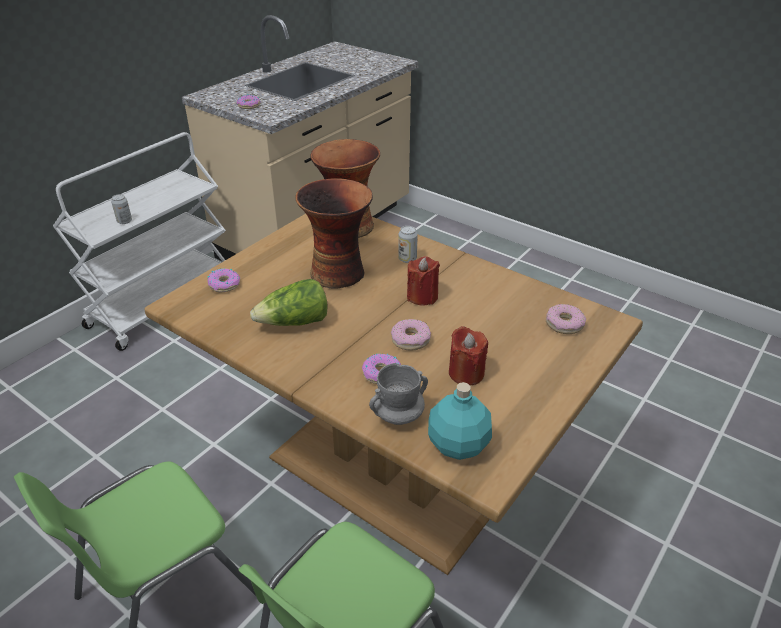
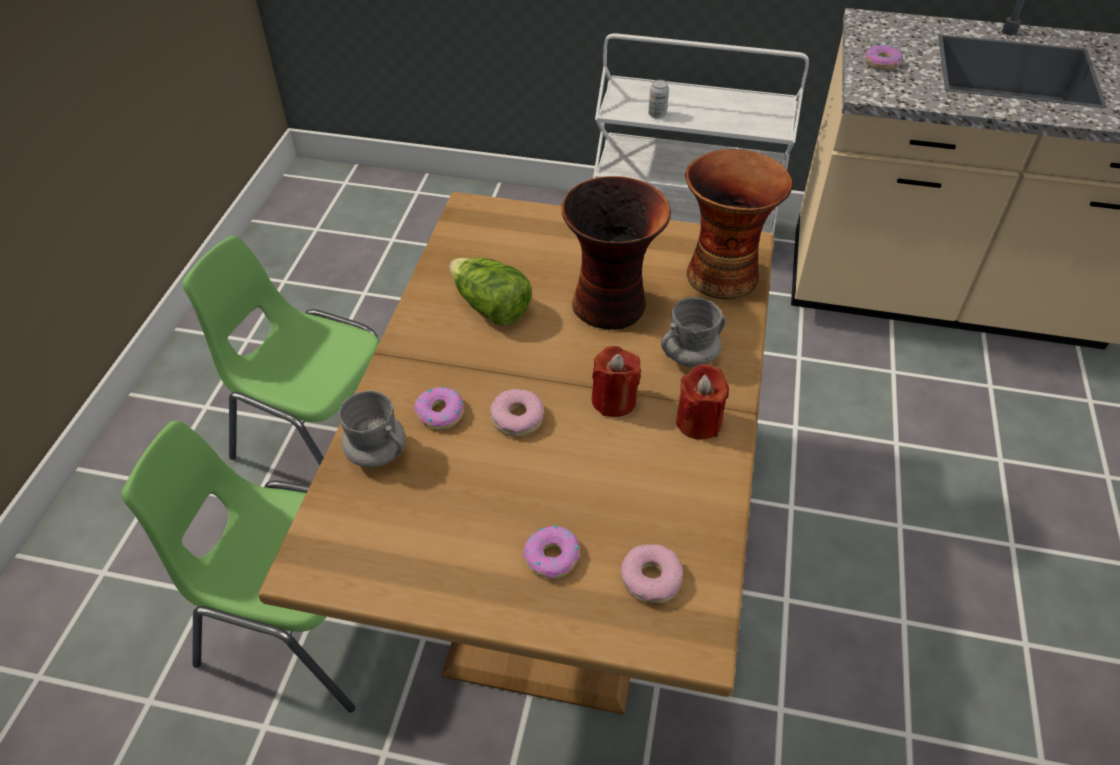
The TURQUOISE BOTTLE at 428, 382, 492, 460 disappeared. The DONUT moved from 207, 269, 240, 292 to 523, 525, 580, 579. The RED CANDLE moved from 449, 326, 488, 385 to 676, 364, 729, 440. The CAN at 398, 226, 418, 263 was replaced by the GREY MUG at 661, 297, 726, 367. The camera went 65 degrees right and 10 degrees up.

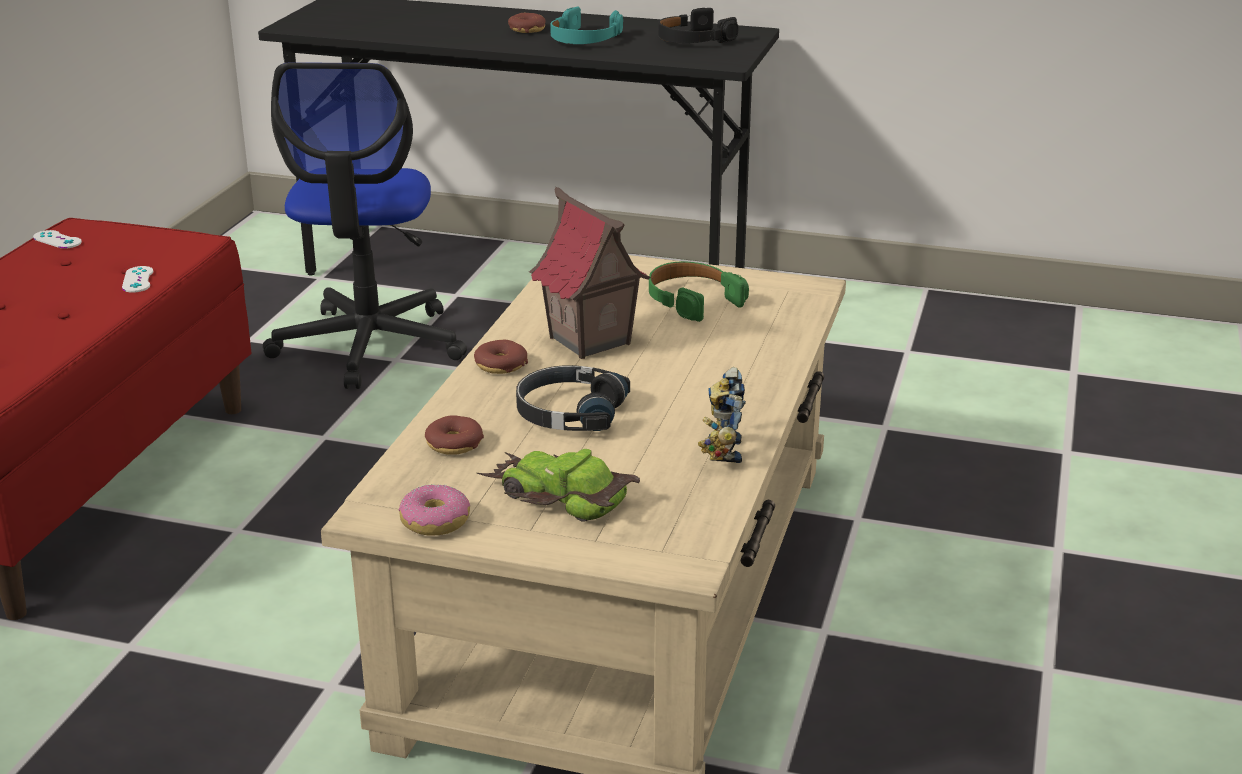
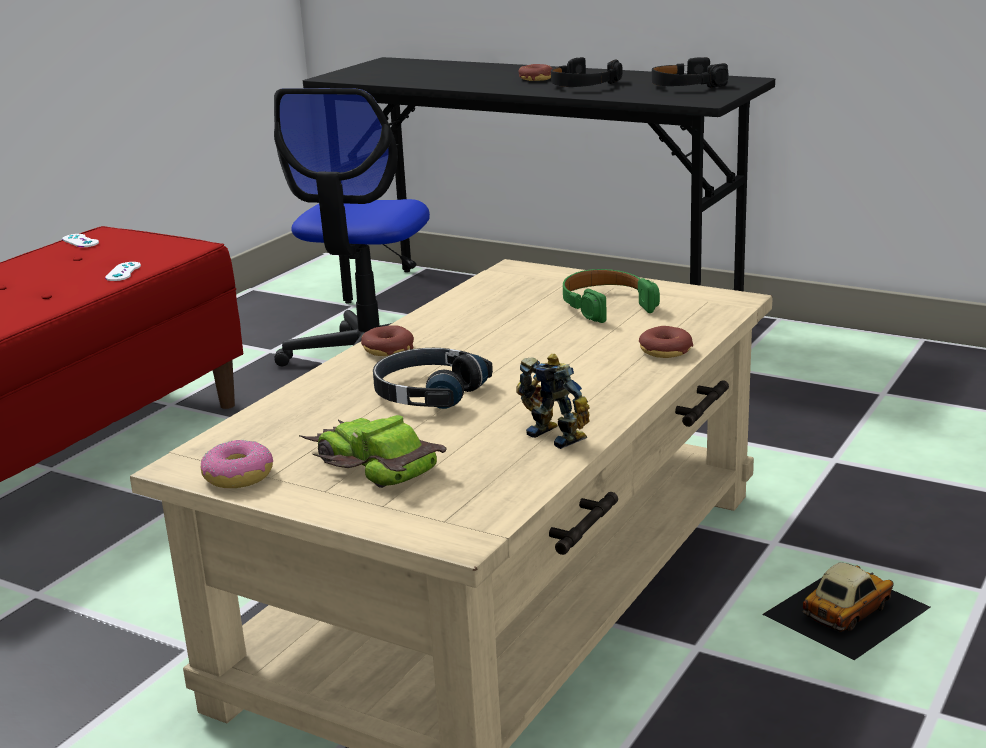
The TOY HOUSE at 529, 187, 650, 359 disappeared. The TOY CAR at 762, 562, 931, 660 appeared. The DONUT moved from 425, 415, 484, 455 to 639, 326, 693, 358. The TURQUOISE HEADPHONES at 550, 7, 623, 44 became the BLACK HEADPHONES at 551, 57, 622, 87. The TOY ROBOT at 698, 367, 746, 463 turned 120 degrees clockwise. The camera went 15 degrees right and 5 degrees down.

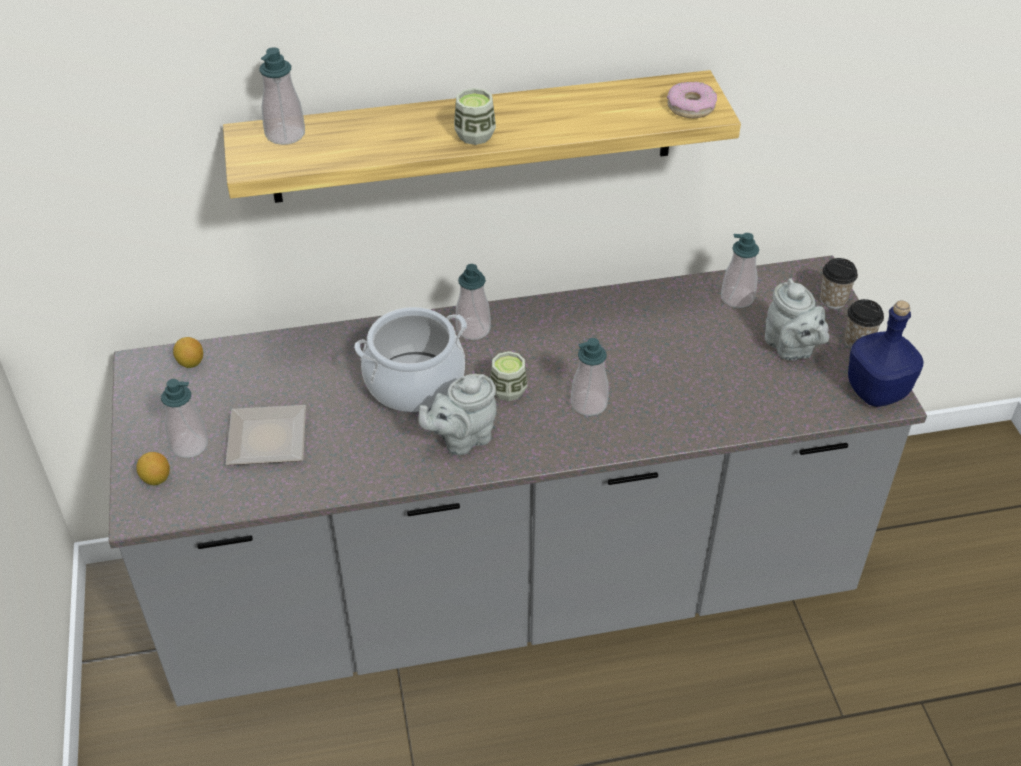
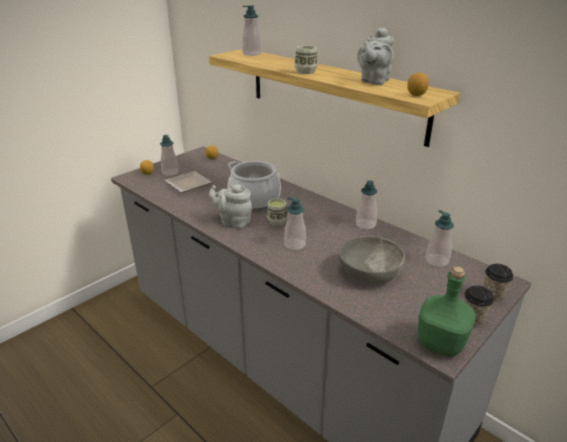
The GREY BOWL at 339, 236, 405, 284 appeared. The SOAP DISPENSER moved from 456, 264, 491, 340 to 356, 180, 377, 230. The GREY TEAPOT moved from 765, 278, 830, 361 to 357, 27, 394, 85. The DONUT at 667, 82, 717, 118 was replaced by the LEMON at 407, 73, 429, 96. The BLUE BOTTLE at 848, 301, 923, 407 became the GREEN BOTTLE at 418, 266, 476, 357. The camera went 55 degrees right and 15 degrees down.

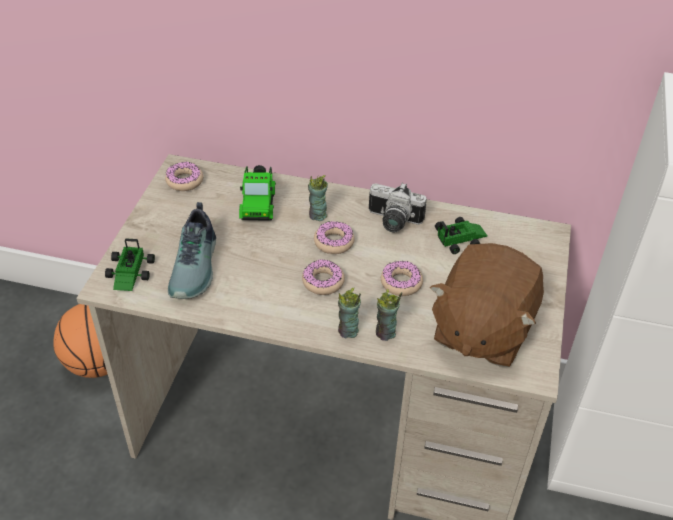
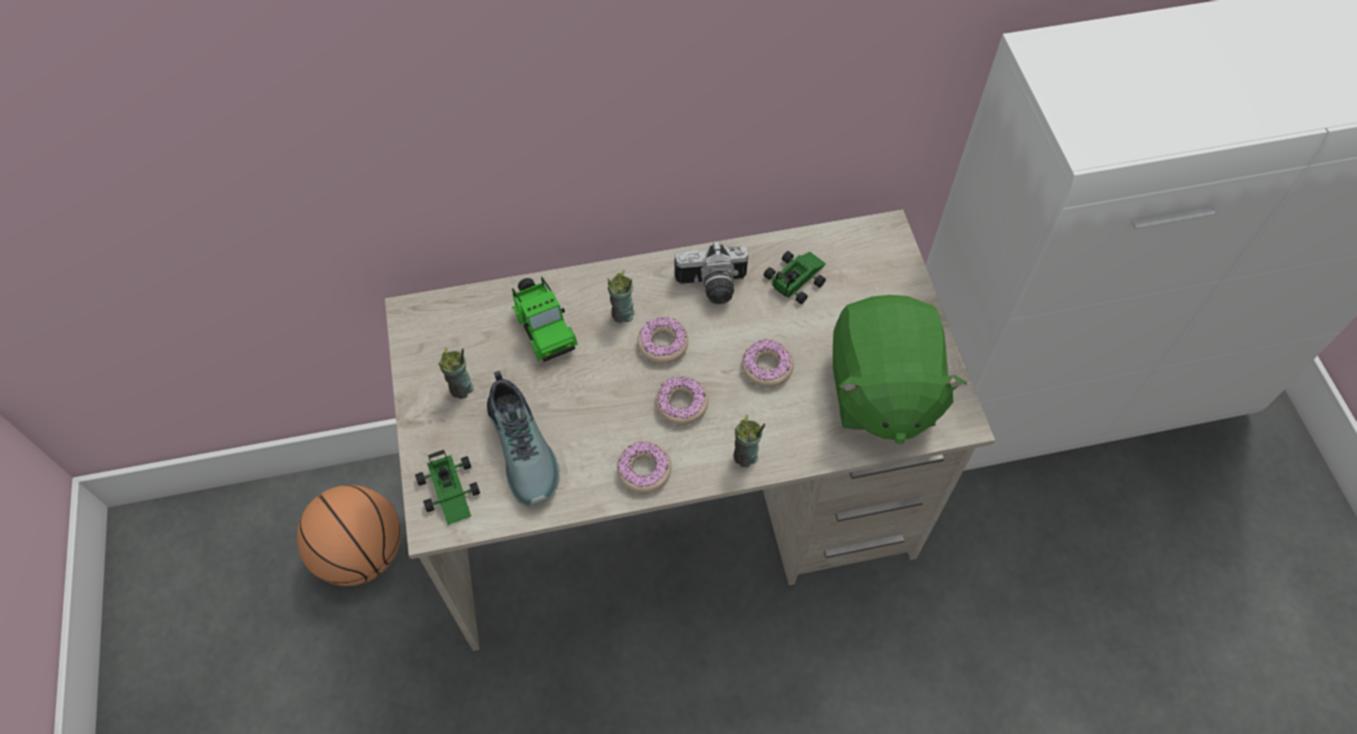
The DONUT moved from 165, 162, 203, 191 to 617, 441, 672, 493. The CUP moved from 376, 289, 402, 341 to 438, 347, 474, 399. The BROWN PLUSH TOY at 430, 243, 544, 367 became the GREEN PLUSH TOY at 833, 295, 967, 445. The camera went 25 degrees left and 15 degrees up.

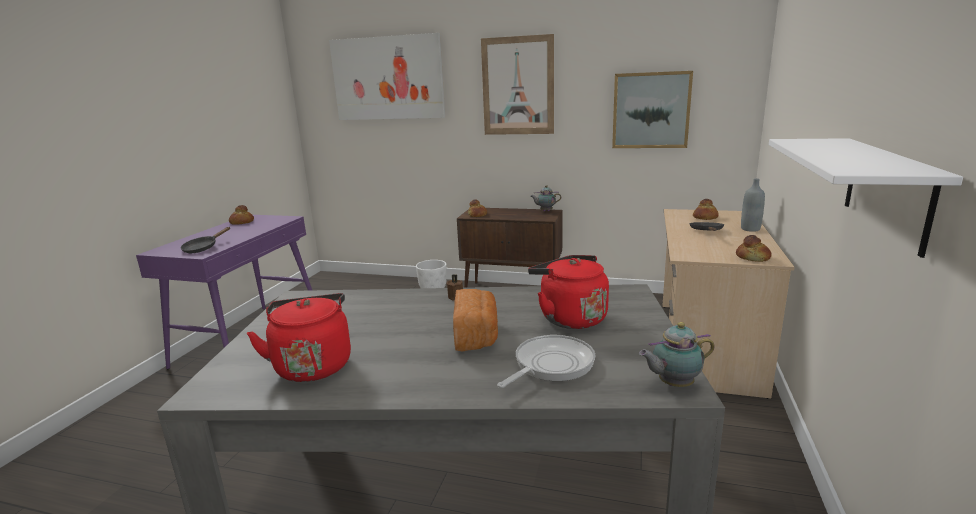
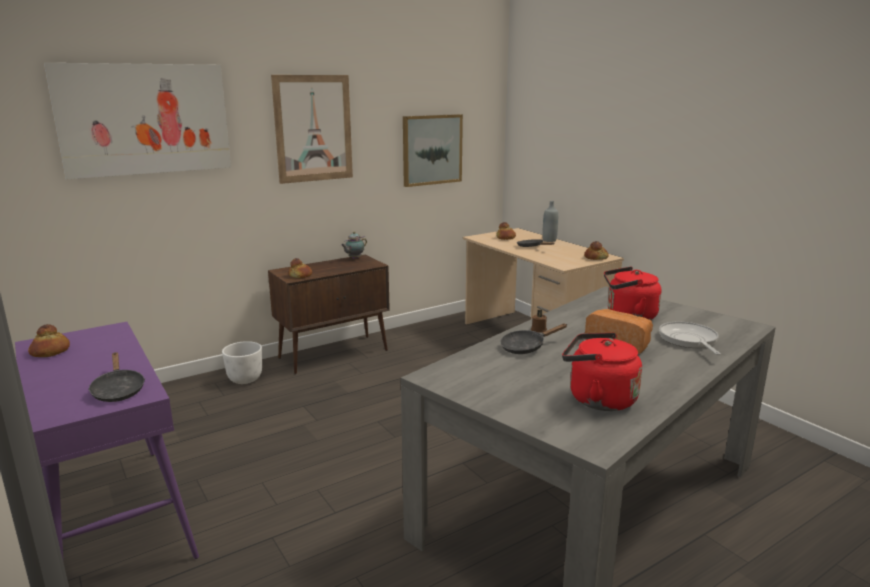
The TEAPOT at 639, 322, 715, 387 disappeared. The WHITE SHELF at 769, 138, 963, 258 disappeared. The BLACK FRYING PAN at 500, 324, 567, 354 appeared. The camera went 50 degrees left and 0 degrees up.

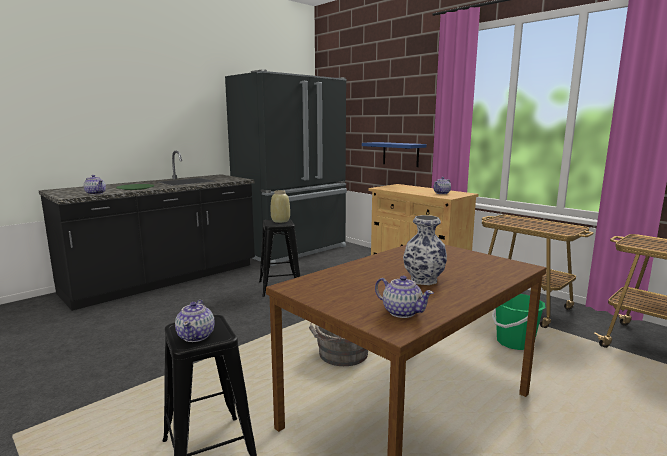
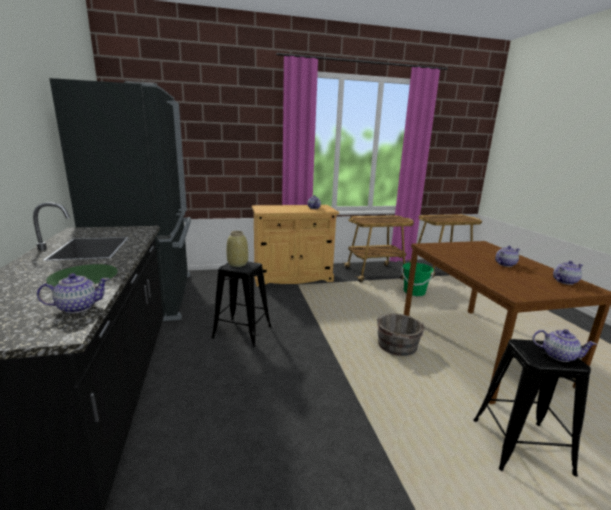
The BLUE SHELF at 362, 142, 427, 167 disappeared. The VASE at 403, 215, 447, 285 was replaced by the TEAPOT at 495, 246, 520, 267. The camera went 60 degrees left and 5 degrees up.

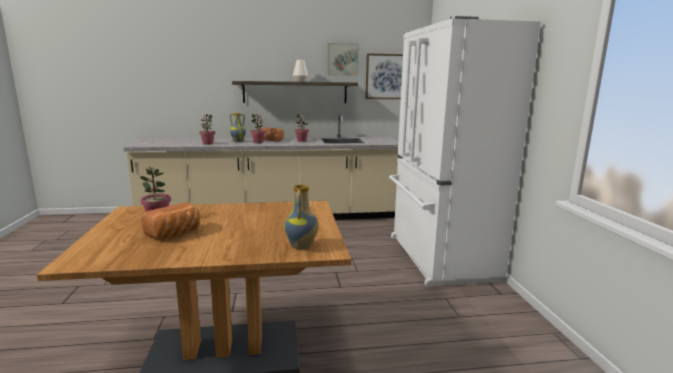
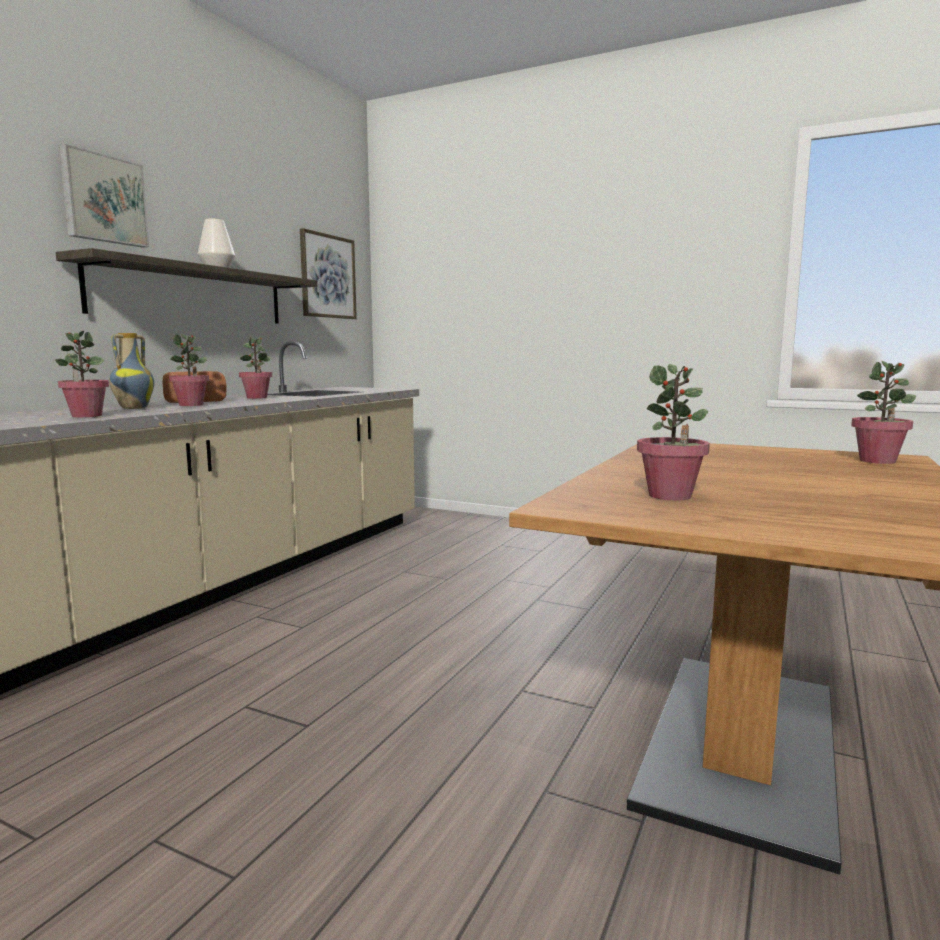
The BREAD at 142, 202, 200, 239 disappeared. The WHITE FRIDGE at 389, 16, 541, 287 disappeared. The PICTURE moved from 327, 43, 359, 76 to 59, 144, 149, 248. The VASE at 284, 184, 319, 249 was replaced by the POTTED PLANT at 851, 361, 916, 464. The camera went 55 degrees left and 5 degrees down.

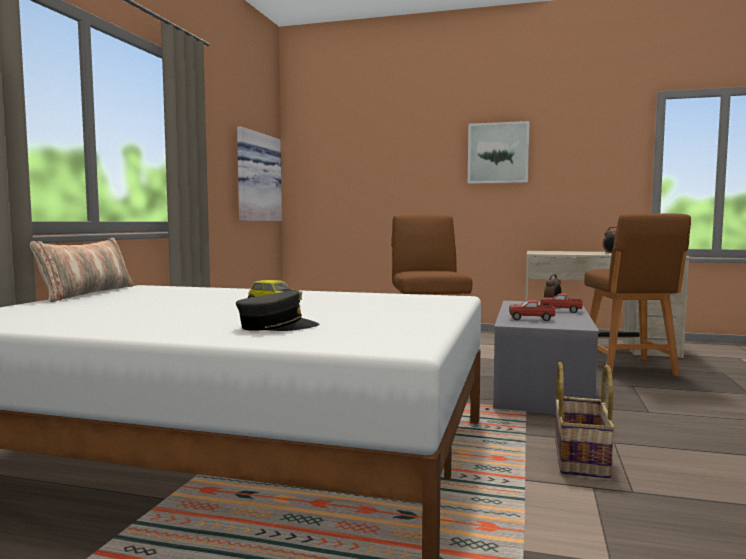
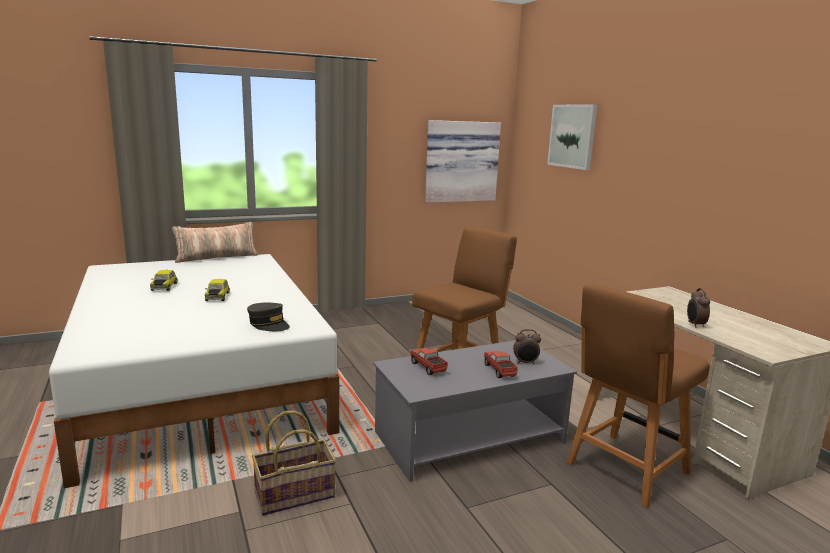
The TOY CAR at 150, 270, 178, 291 appeared. The GREY CAP moved from 236, 290, 320, 331 to 247, 303, 290, 331. The PICTURE moved from 468, 121, 530, 184 to 547, 104, 597, 170. The camera went 50 degrees right and 10 degrees up.

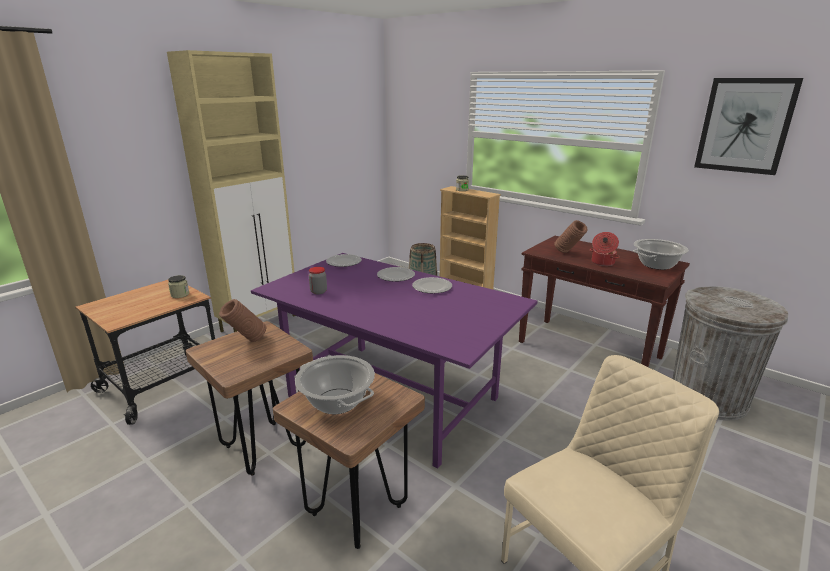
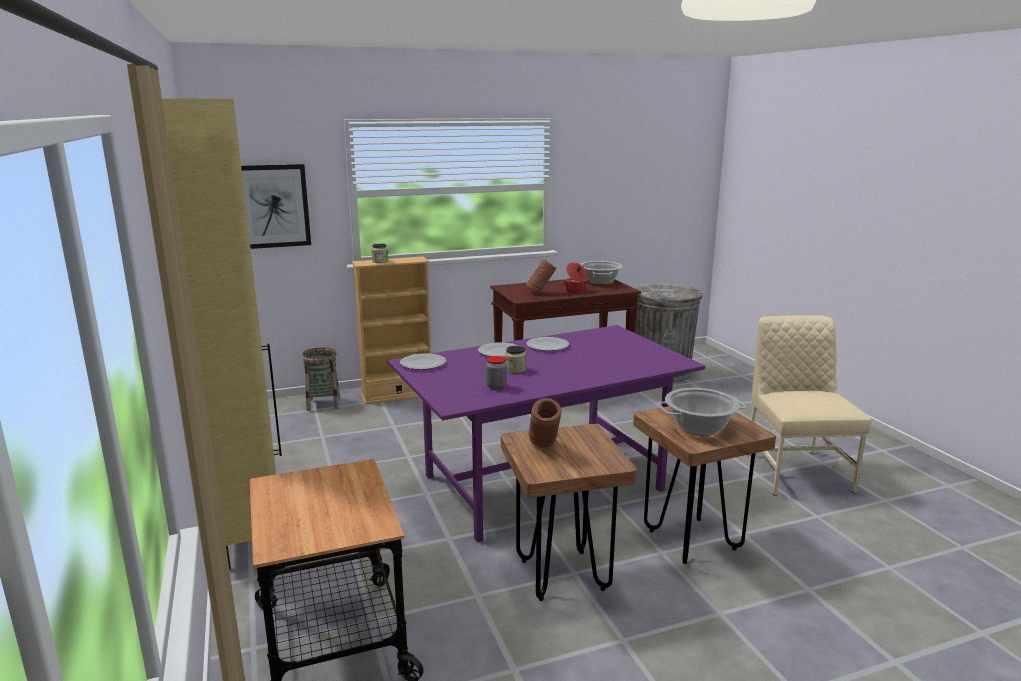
The JAR moved from 168, 275, 189, 298 to 505, 346, 526, 373. The PICTURE moved from 694, 78, 803, 175 to 241, 164, 311, 249. The camera went 60 degrees left and 5 degrees down.

